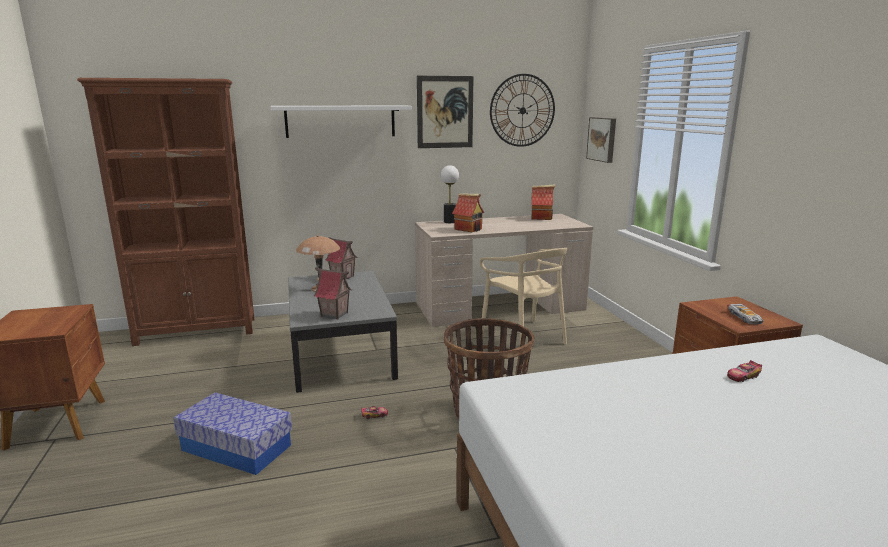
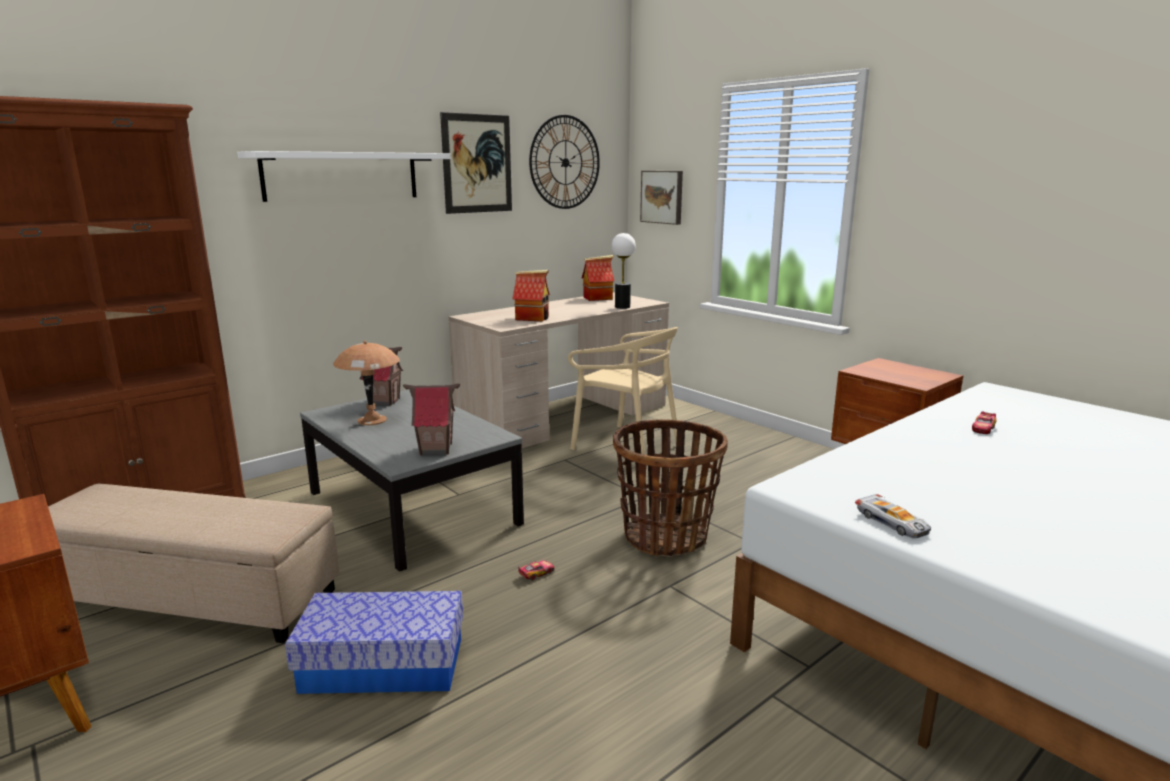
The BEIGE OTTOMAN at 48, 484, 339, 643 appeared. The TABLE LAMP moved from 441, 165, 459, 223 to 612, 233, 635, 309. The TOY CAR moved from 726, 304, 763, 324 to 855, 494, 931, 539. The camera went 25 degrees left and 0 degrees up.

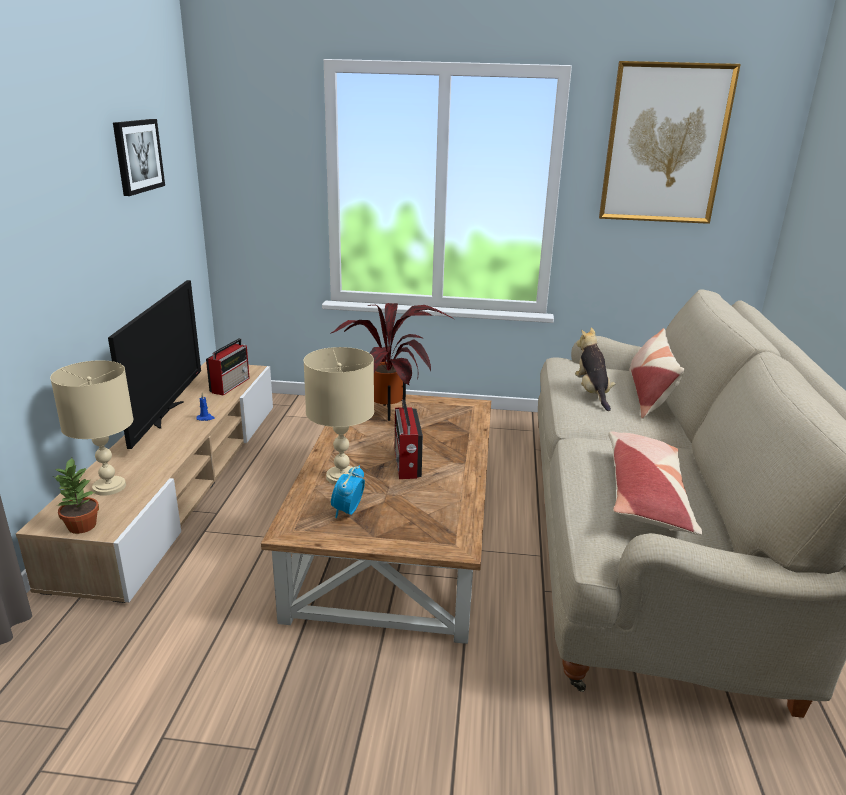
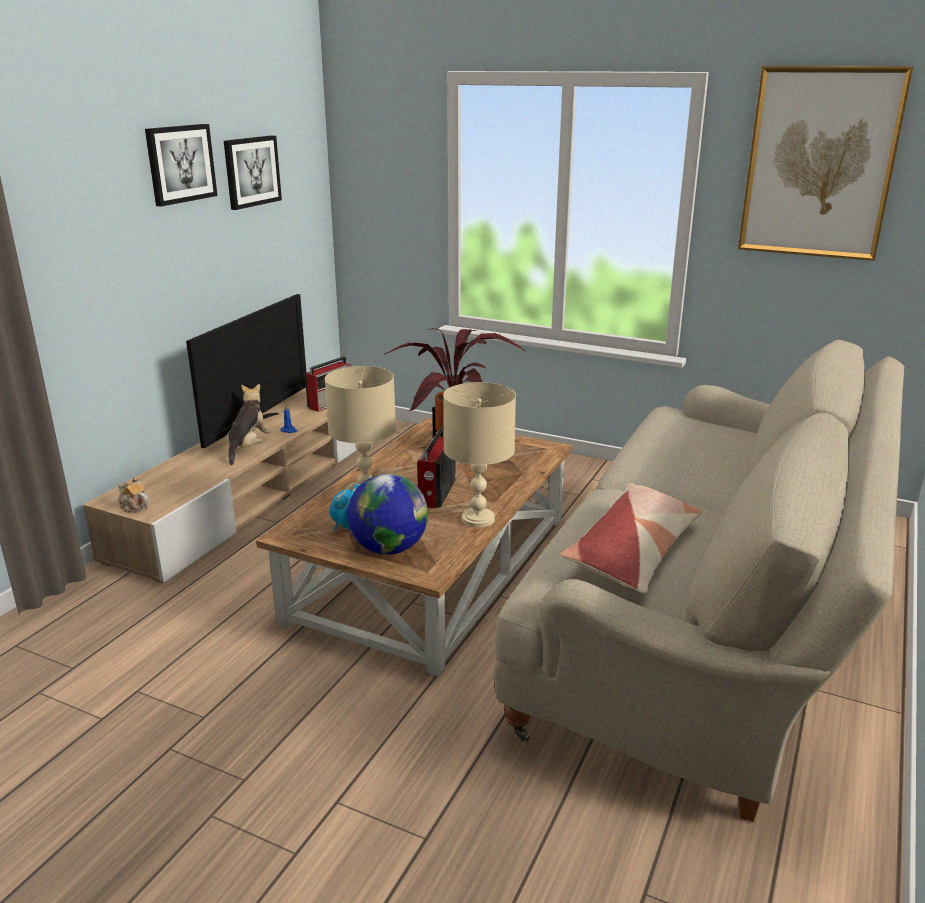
The PILLOW at 629, 328, 685, 419 disappeared. The PICTURE at 145, 124, 217, 207 appeared. The GLOBE at 347, 474, 428, 555 appeared. The BEIGE TABLE LAMP moved from 50, 360, 133, 496 to 443, 382, 516, 528. The PLUSH TOY moved from 575, 327, 616, 411 to 227, 384, 271, 465. The POTTED PLANT at 54, 458, 99, 534 was replaced by the TEAPOT at 118, 476, 148, 513. The camera went 20 degrees right and 0 degrees up.

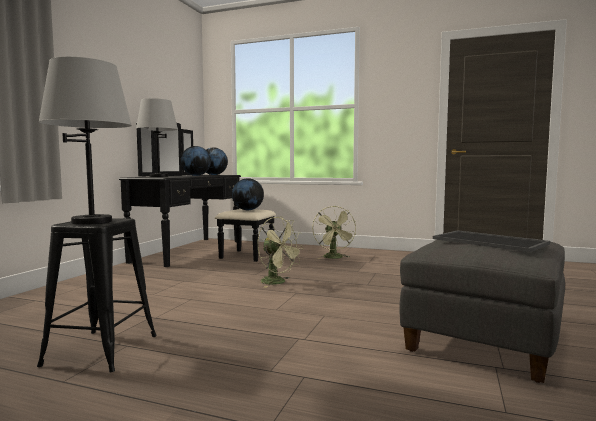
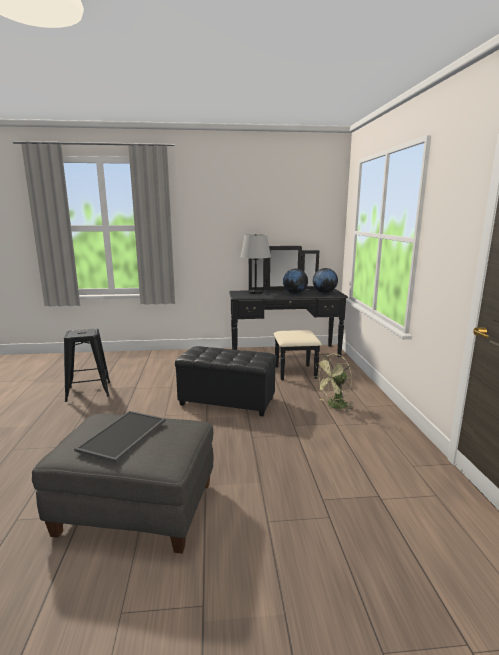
The GREY TABLE LAMP at 39, 57, 132, 225 disappeared. The GLOBE at 232, 178, 264, 210 disappeared. The GREEN FAN at 258, 216, 304, 288 was replaced by the BLACK OTTOMAN at 175, 346, 276, 416. The camera went 65 degrees right and 10 degrees up.

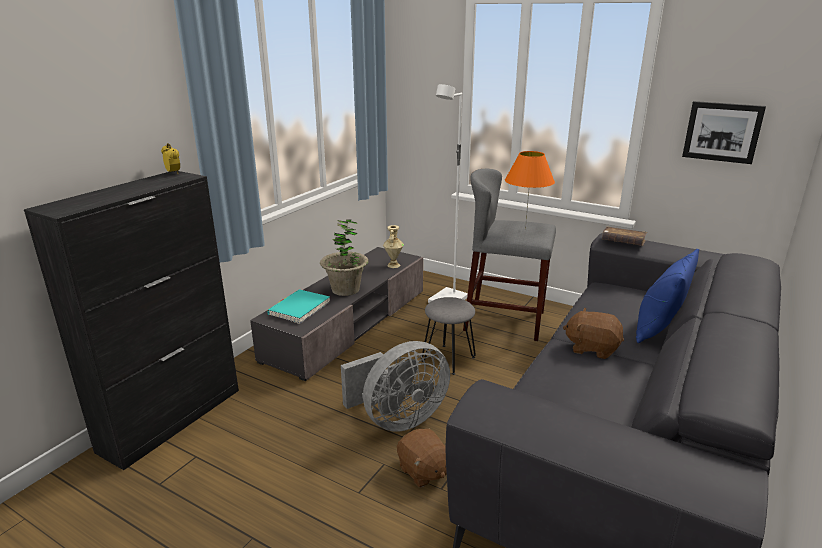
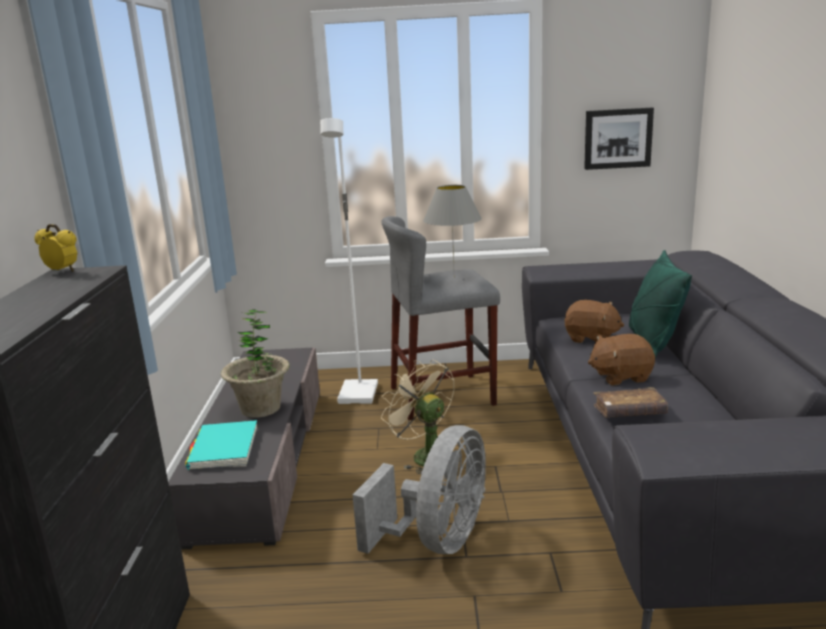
The BEIGE VASE at 383, 225, 404, 268 disappeared. The BROWN PLUSH TOY moved from 397, 429, 447, 488 to 564, 300, 624, 343. The BROWN BOOK moved from 602, 226, 647, 246 to 594, 387, 668, 418. The GREY STOOL at 421, 297, 476, 375 was replaced by the BEIGE FAN at 381, 360, 454, 474. The ORANGE TABLE LAMP at 505, 151, 555, 229 became the GREY TABLE LAMP at 423, 185, 482, 278. The BLUE PILLOW at 636, 249, 699, 343 became the GREEN PILLOW at 629, 250, 692, 358. The camera went 30 degrees left and 5 degrees down.

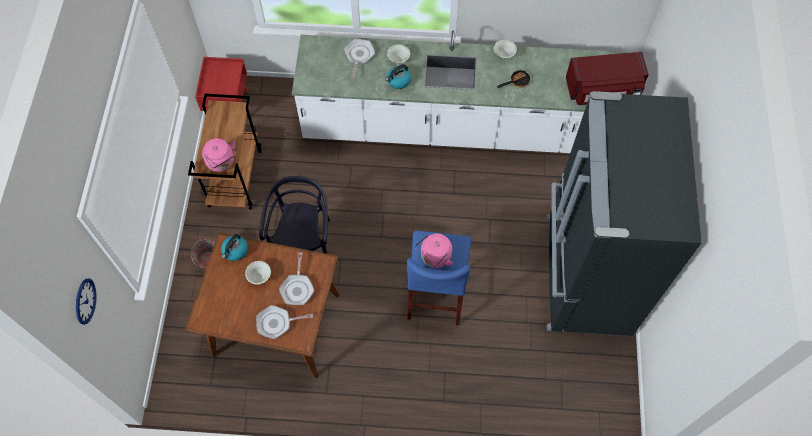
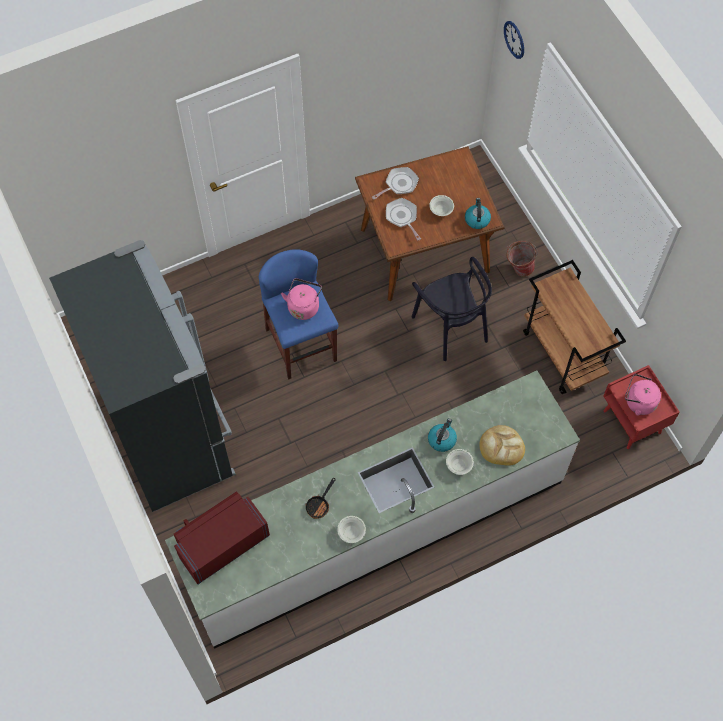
The PINK KETTLE moved from 202, 138, 236, 172 to 625, 374, 661, 416. The FRYING PAN at 344, 39, 375, 79 was replaced by the BREAD at 479, 425, 525, 466. The camera went 150 degrees right and 0 degrees up.

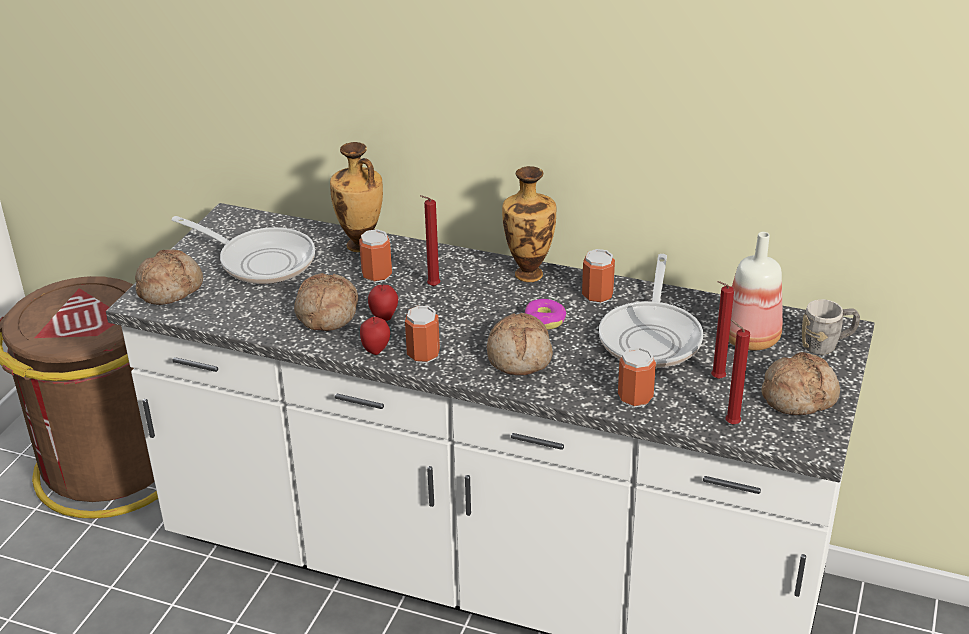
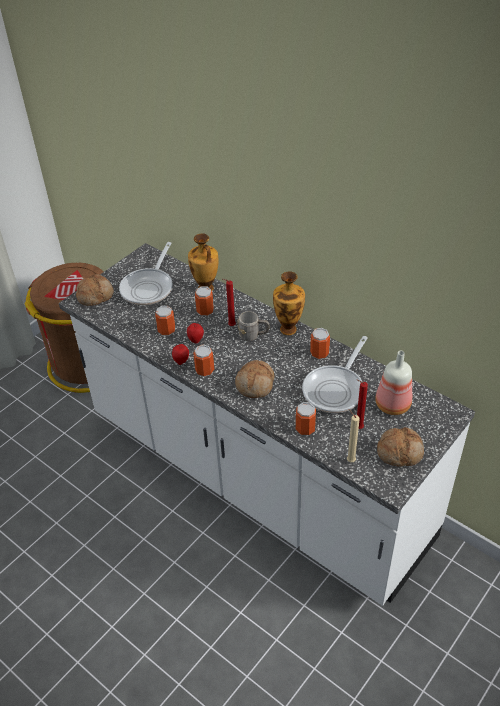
The DONUT at 525, 299, 566, 330 disappeared. The GREY MUG moved from 802, 299, 860, 355 to 237, 311, 269, 341. The BREAD at 294, 273, 358, 331 was replaced by the CAN at 155, 306, 175, 336. The RED CANDLE at 725, 320, 750, 424 became the BEIGE CANDLE at 347, 409, 360, 462. The FRYING PAN at 171, 216, 315, 284 turned 60 degrees clockwise. The camera went 20 degrees right and 10 degrees up.

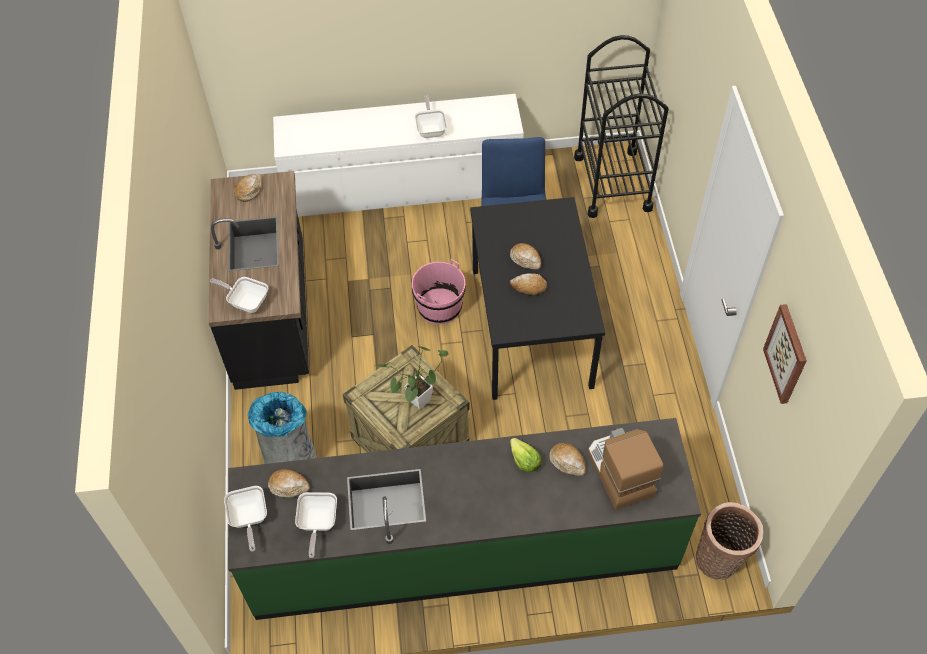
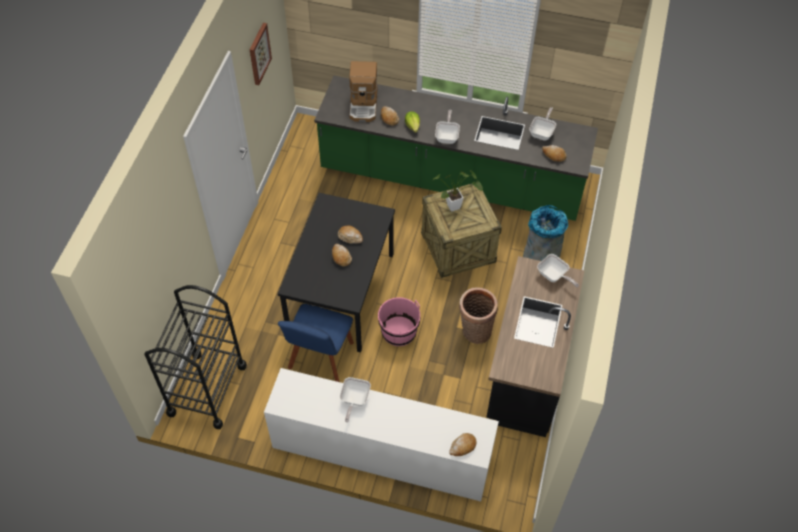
The FRYING PAN moved from 224, 486, 267, 552 to 435, 110, 460, 144. The BREAD moved from 234, 174, 262, 202 to 449, 433, 477, 456. The BASKET moved from 696, 502, 763, 580 to 459, 287, 498, 344. The camera went 160 degrees left and 0 degrees up.

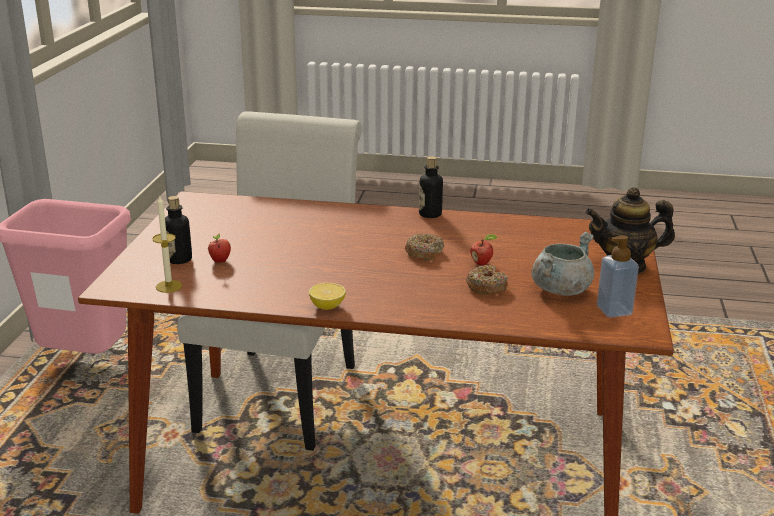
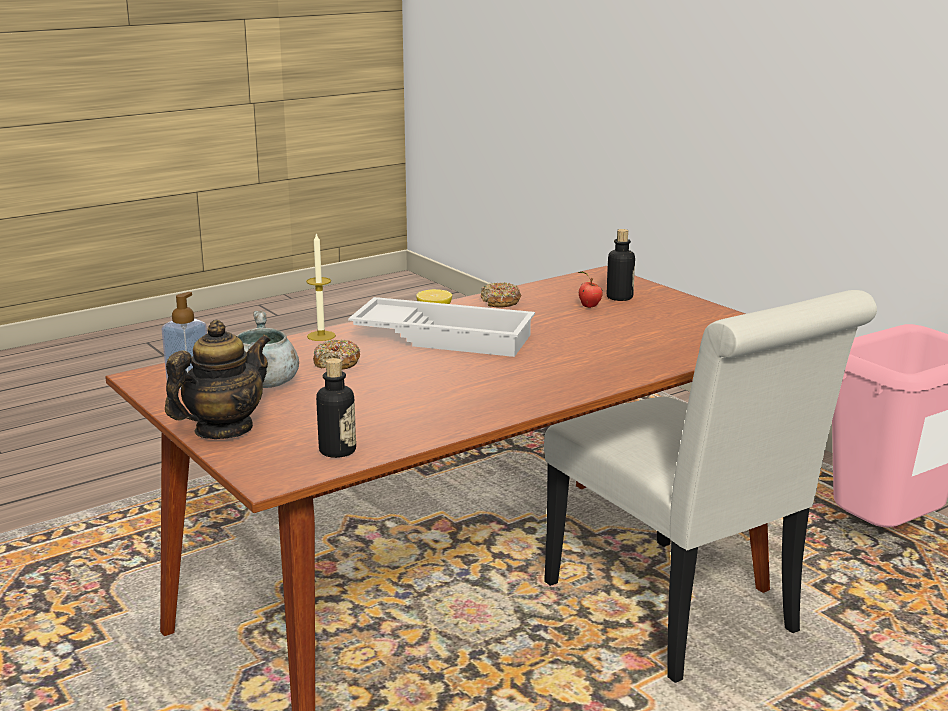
The APPLE at 470, 234, 498, 266 disappeared. The WHITE TRAY at 348, 297, 535, 357 appeared. The CANDLE moved from 152, 195, 182, 293 to 306, 233, 336, 341. The DONUT moved from 405, 234, 444, 261 to 481, 282, 521, 308. The BOTTLE moved from 419, 156, 443, 218 to 316, 358, 356, 458. The camera went 135 degrees right and 5 degrees down.

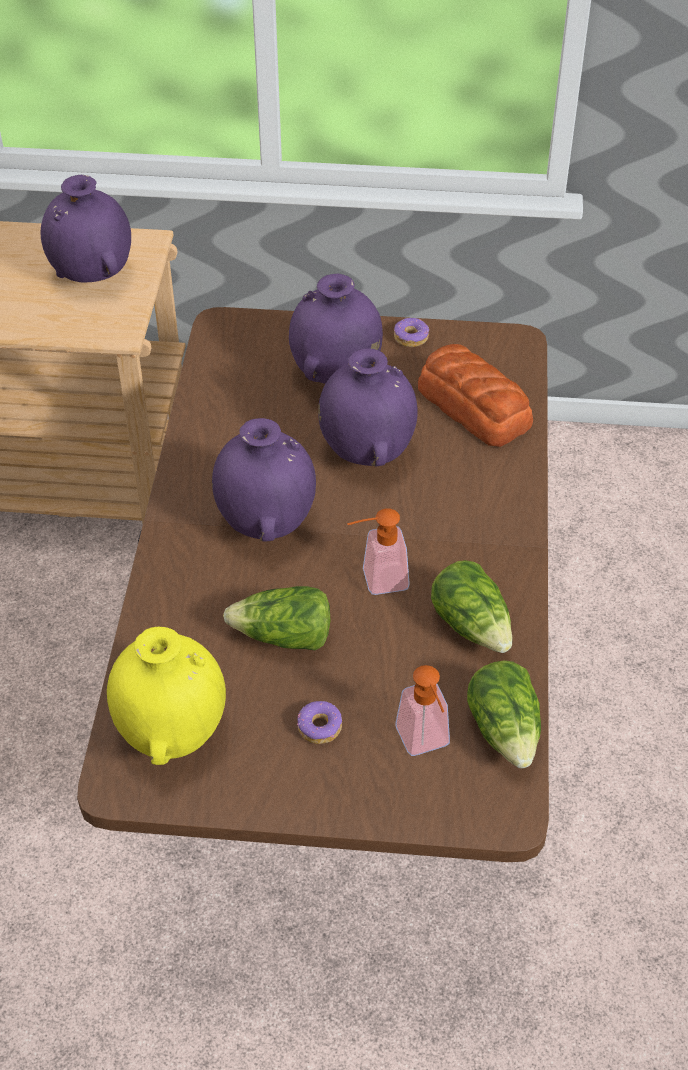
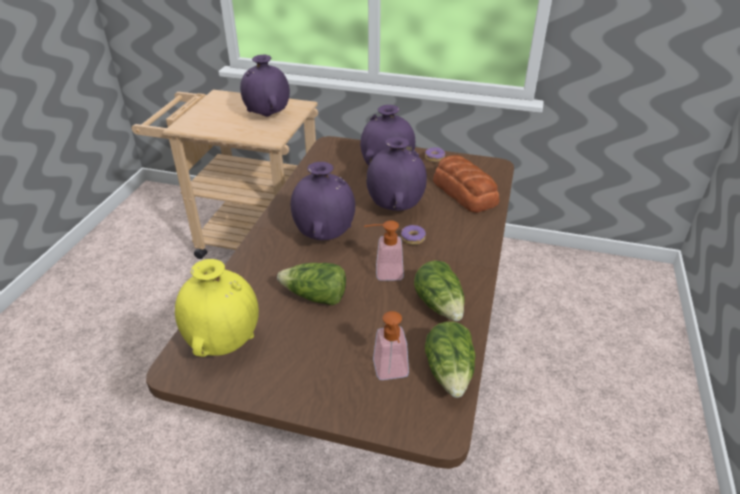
The DONUT moved from 297, 701, 342, 744 to 401, 225, 426, 245. The camera went 10 degrees right and 10 degrees down.

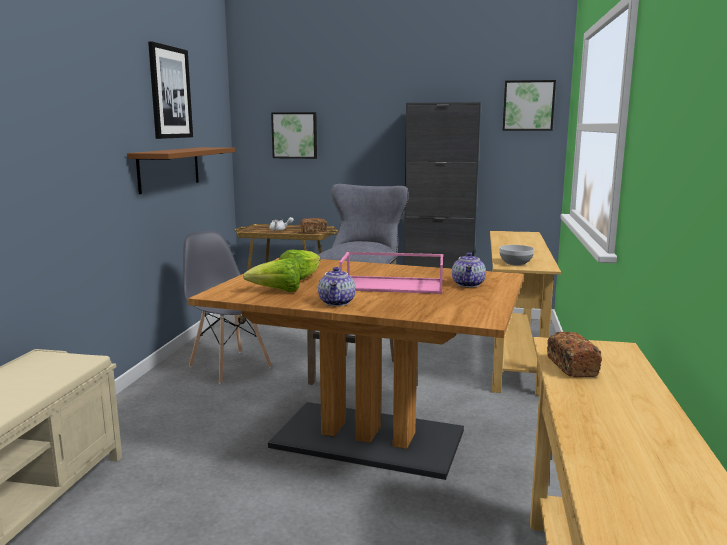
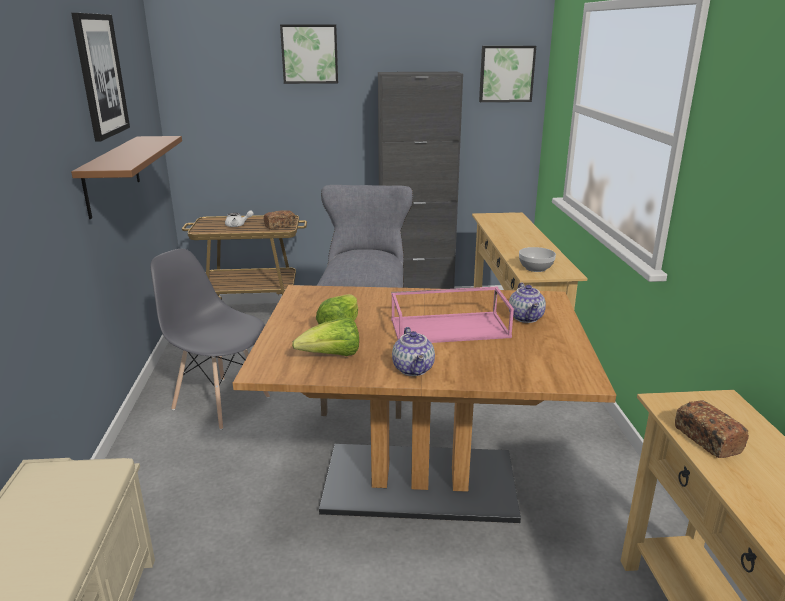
The PICTURE moved from 271, 112, 317, 159 to 280, 25, 338, 84. The camera went 15 degrees left and 10 degrees up.

